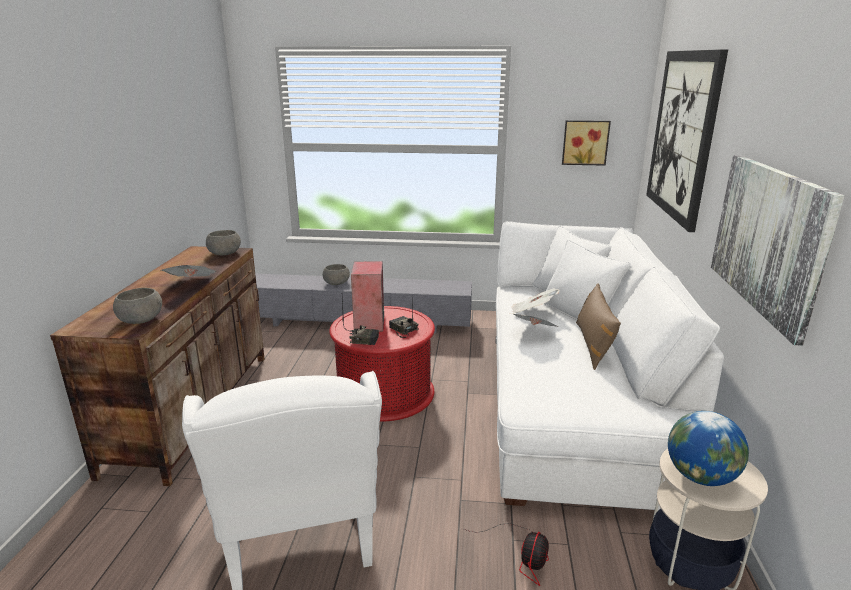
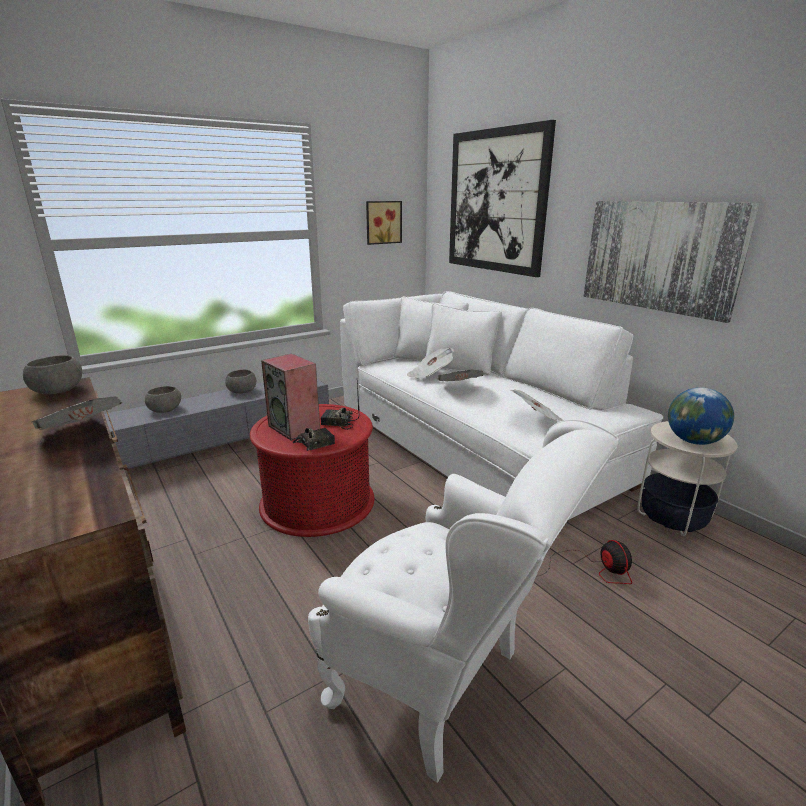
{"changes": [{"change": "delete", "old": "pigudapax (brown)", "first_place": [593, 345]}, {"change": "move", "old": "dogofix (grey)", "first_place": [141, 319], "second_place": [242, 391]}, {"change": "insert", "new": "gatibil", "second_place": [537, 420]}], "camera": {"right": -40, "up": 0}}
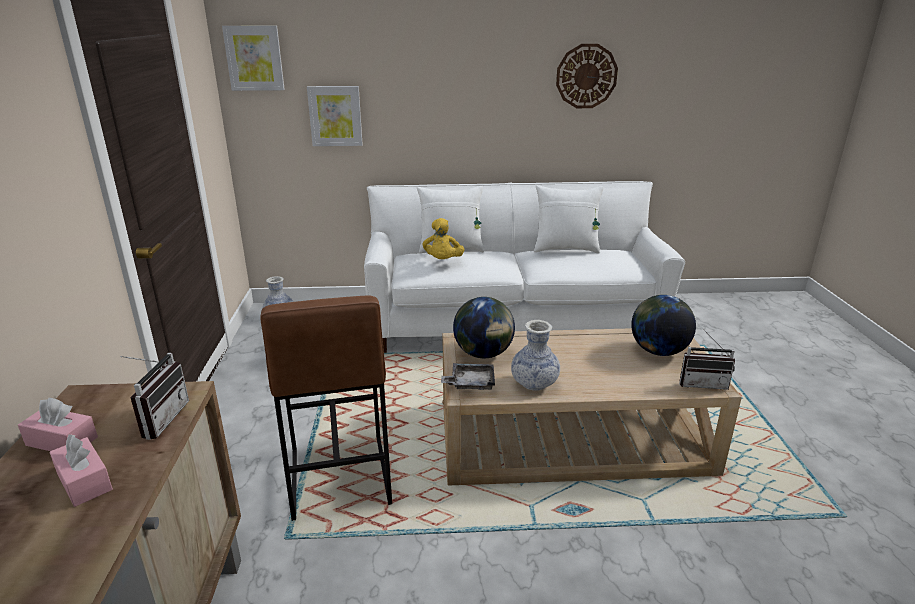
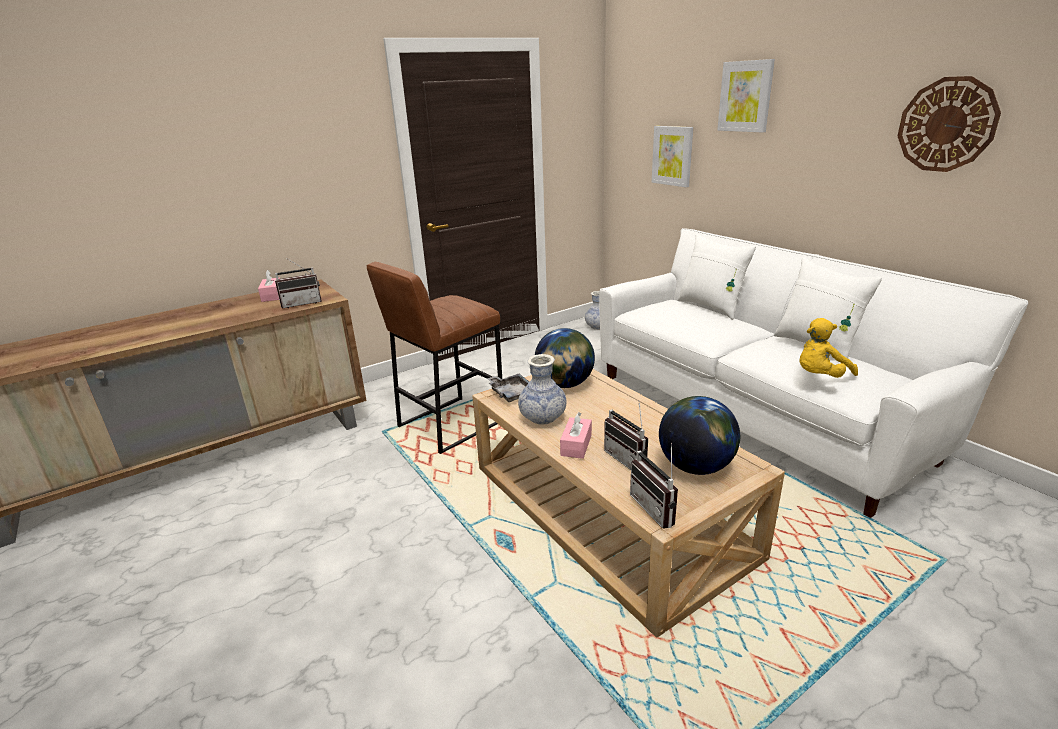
{"changes": [{"change": "move", "old": "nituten", "first_place": [254, 58], "second_place": [746, 96]}, {"change": "move", "old": "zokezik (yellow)", "first_place": [443, 261], "second_place": [820, 376]}, {"change": "move", "old": "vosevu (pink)", "first_place": [84, 481], "second_place": [576, 445]}, {"change": "insert", "new": "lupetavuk", "second_place": [630, 459]}], "camera": {"right": 60, "up": 0}}
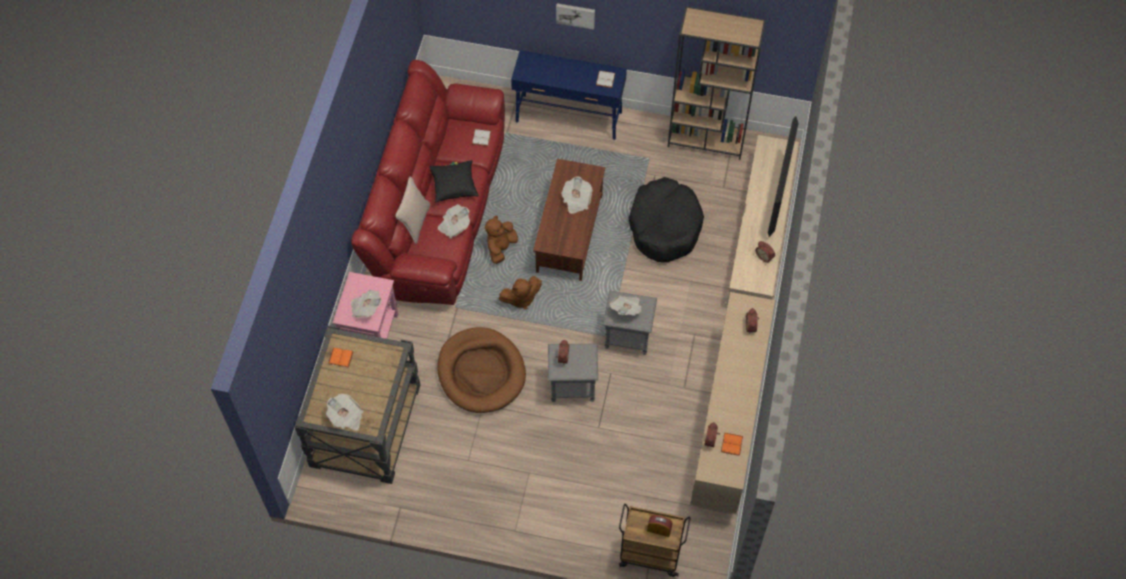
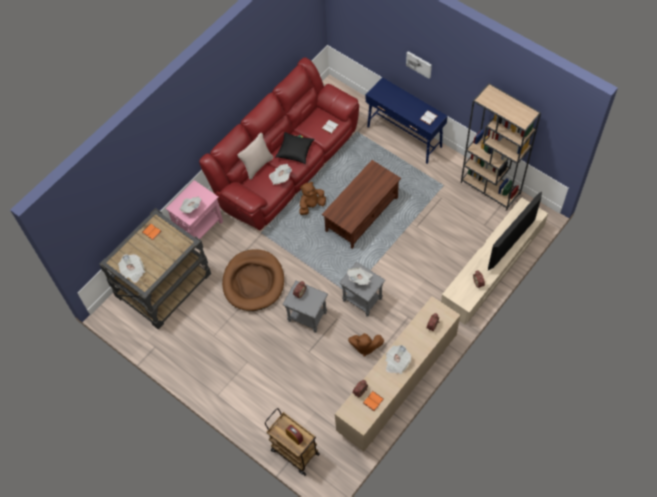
{"changes": [{"change": "move", "old": "gatibil", "first_place": [576, 200], "second_place": [396, 362]}, {"change": "delete", "old": "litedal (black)", "first_place": [664, 226]}, {"change": "move", "old": "zokezik (brown)", "first_place": [520, 298], "second_place": [365, 347]}], "camera": {"right": 30, "up": 0}}
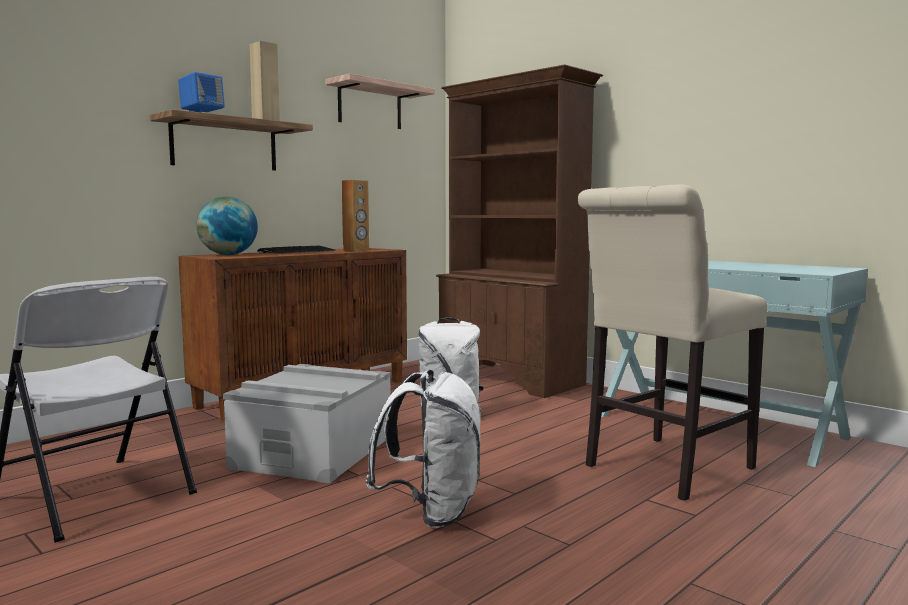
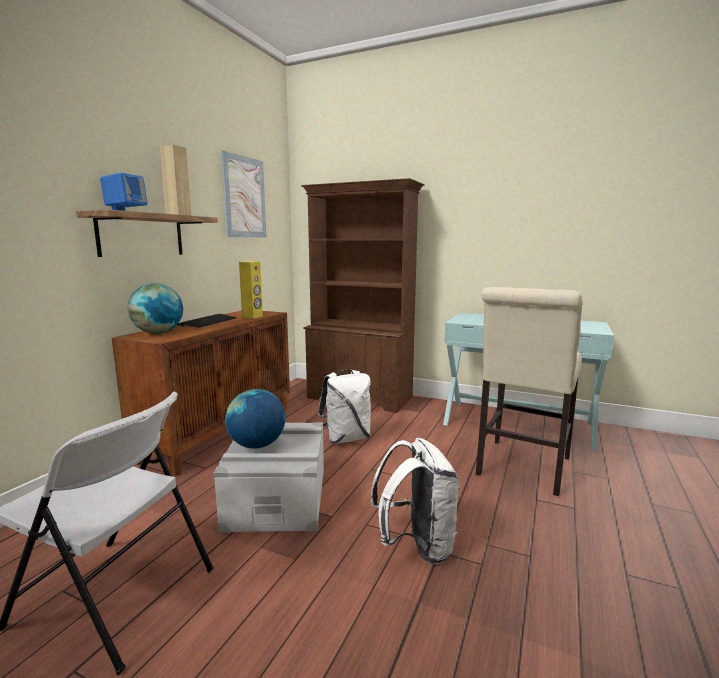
{"changes": [{"change": "replace", "old": "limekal", "new": "nituten", "first_place": [370, 106], "second_place": [244, 197]}, {"change": "recolor", "old": "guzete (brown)", "new": "guzete (yellow)", "first_place": [356, 250], "second_place": [252, 317]}, {"change": "insert", "new": "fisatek", "second_place": [257, 445]}], "camera": {"right": -20, "up": 5}}
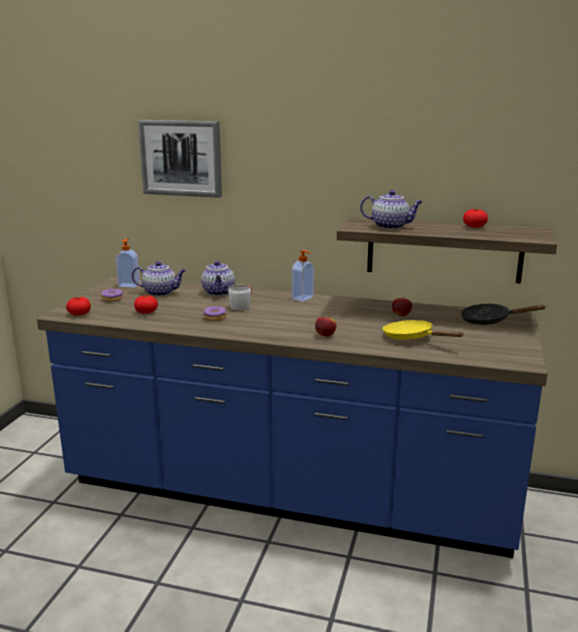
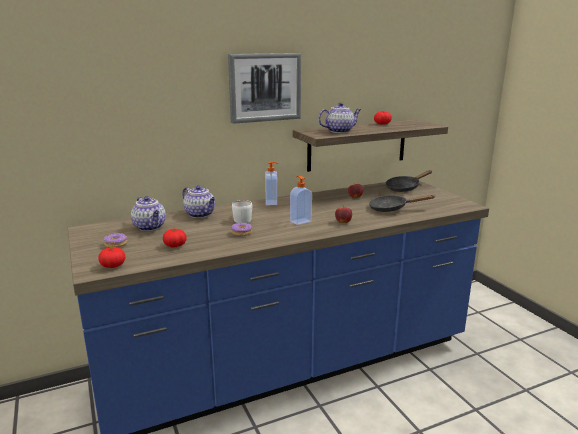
{"changes": [{"change": "move", "old": "nituten", "first_place": [181, 158], "second_place": [265, 87]}, {"change": "move", "old": "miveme", "first_place": [129, 285], "second_place": [300, 221]}, {"change": "rotate", "old": "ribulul", "first_place": [161, 292], "second_place": [150, 227], "degrees": 90}, {"change": "recolor", "old": "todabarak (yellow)", "new": "todabarak (black)", "first_place": [412, 338], "second_place": [391, 209]}], "camera": {"right": -40, "up": 0}}
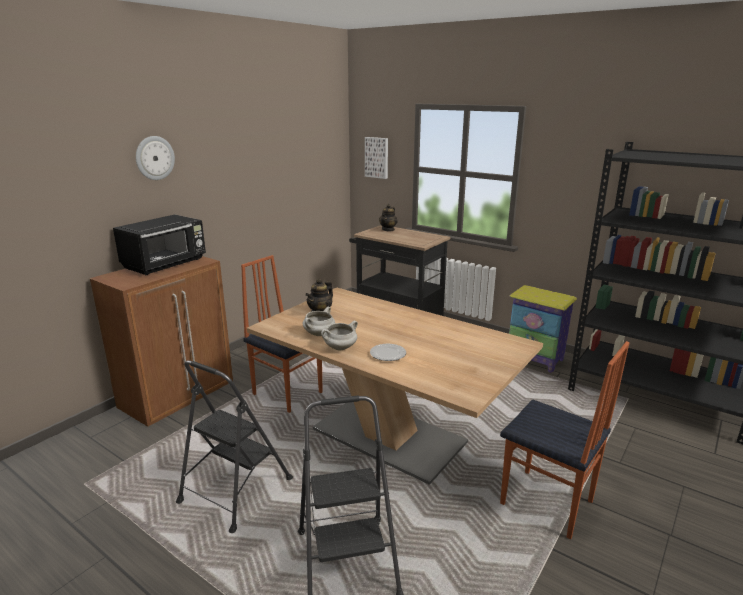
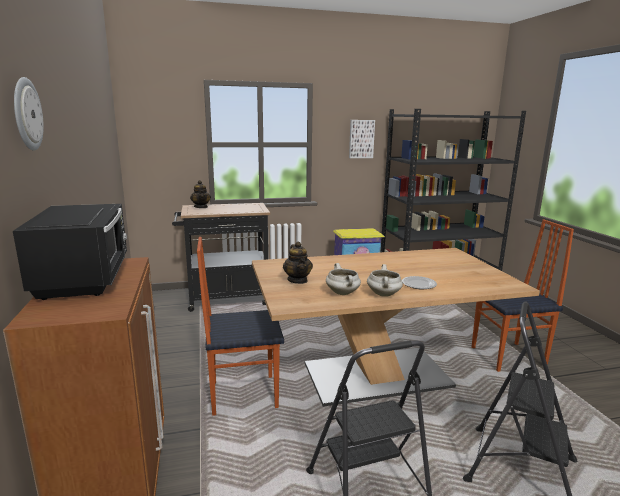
{"changes": [{"change": "move", "old": "nituten", "first_place": [377, 157], "second_place": [361, 139]}], "camera": {"right": -50, "up": -5}}
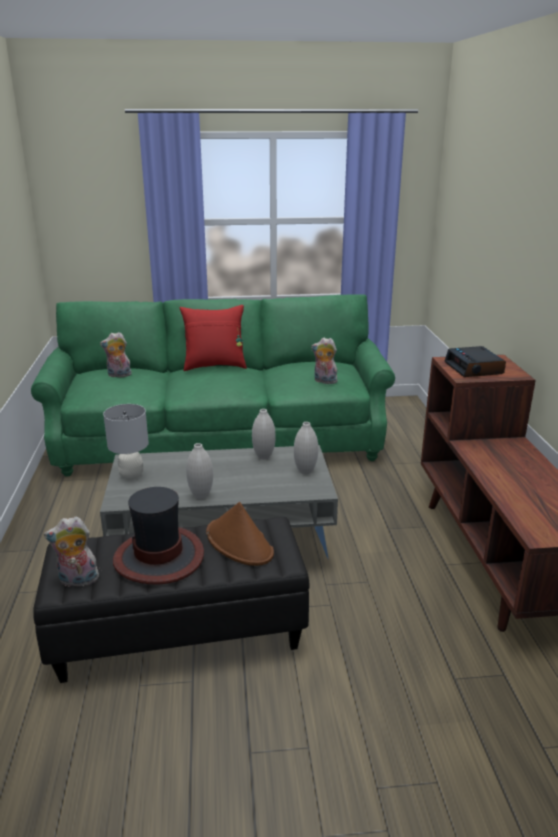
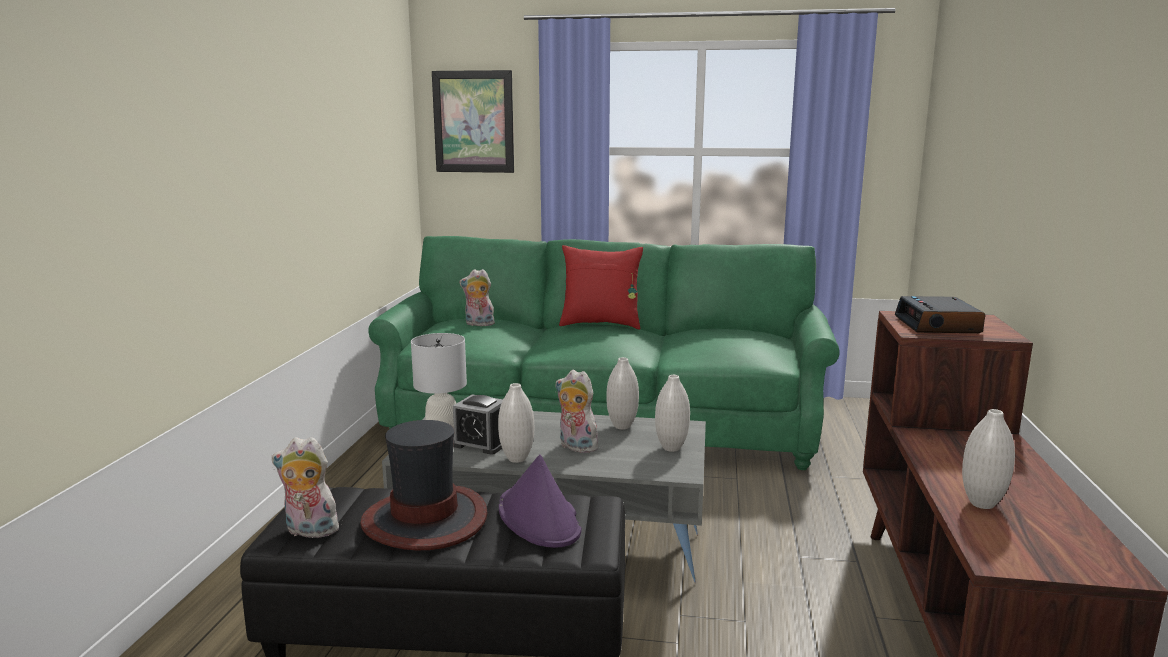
{"changes": [{"change": "move", "old": "zokezik", "first_place": [324, 381], "second_place": [575, 447]}, {"change": "recolor", "old": "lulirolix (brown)", "new": "lulirolix (purple)", "first_place": [239, 543], "second_place": [539, 518]}, {"change": "insert", "new": "nituten", "second_place": [473, 122]}, {"change": "insert", "new": "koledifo", "second_place": [481, 444]}, {"change": "insert", "new": "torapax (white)", "second_place": [982, 504]}], "camera": {"right": 15, "up": -10}}
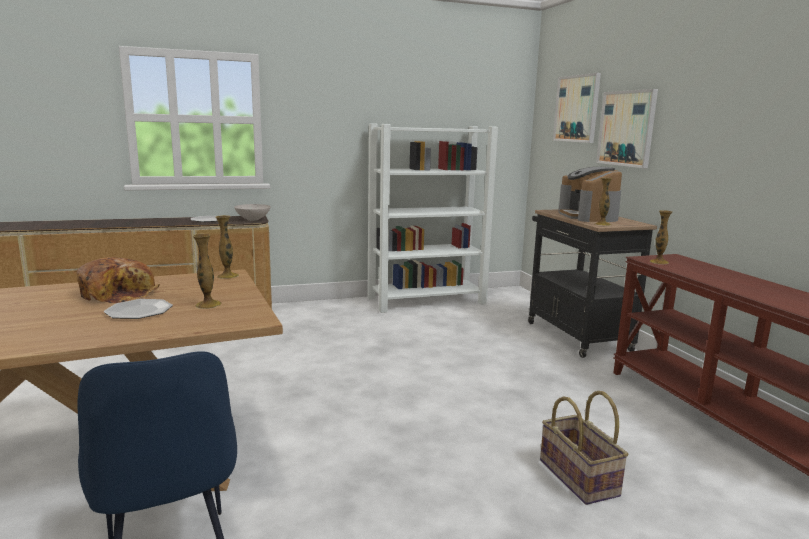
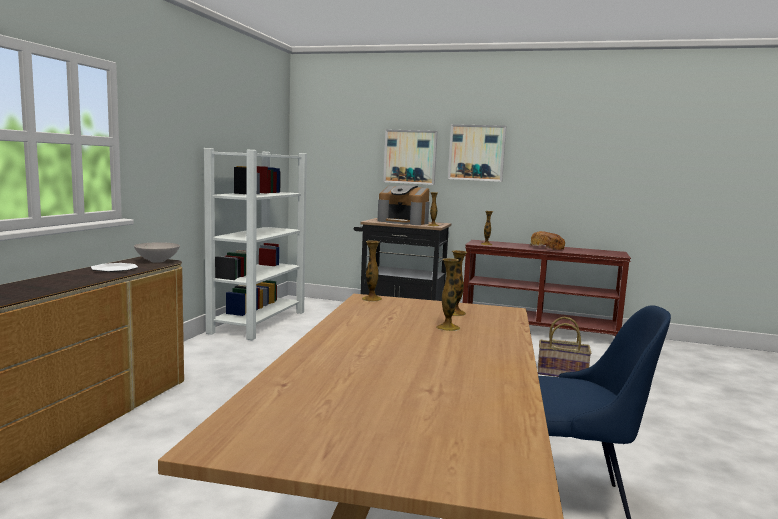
{"changes": [{"change": "move", "old": "nituten", "first_place": [577, 108], "second_place": [476, 153]}, {"change": "move", "old": "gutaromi", "first_place": [119, 293], "second_place": [547, 248]}, {"change": "replace", "old": "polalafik", "new": "torapax", "first_place": [139, 311], "second_place": [448, 328]}], "camera": {"right": -55, "up": -5}}
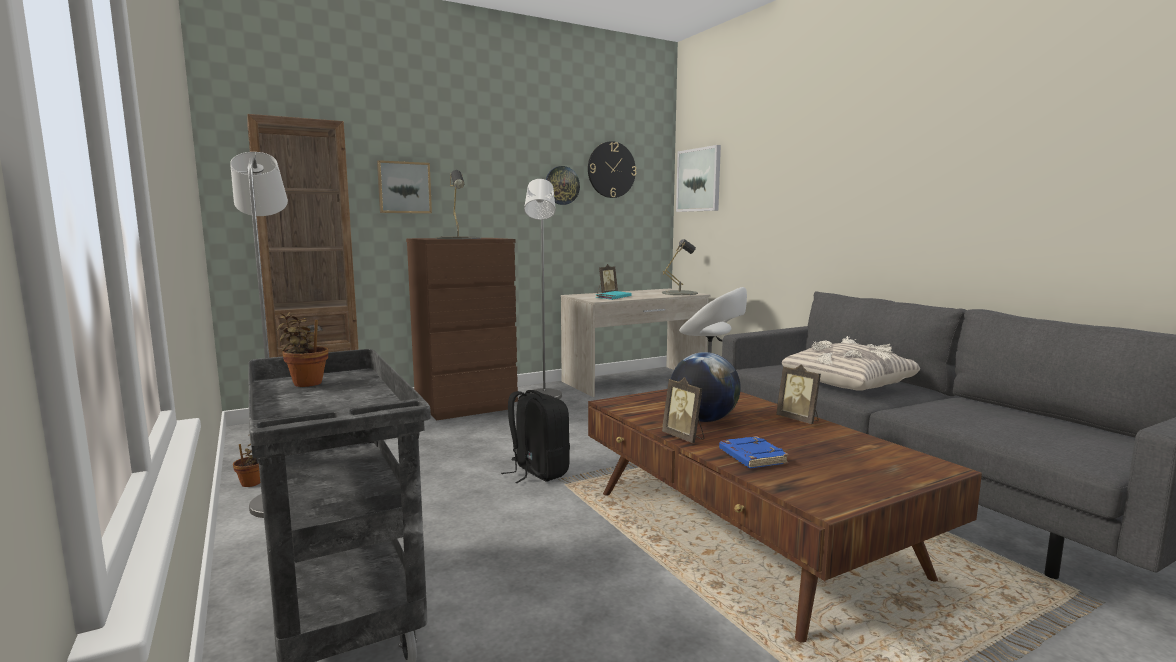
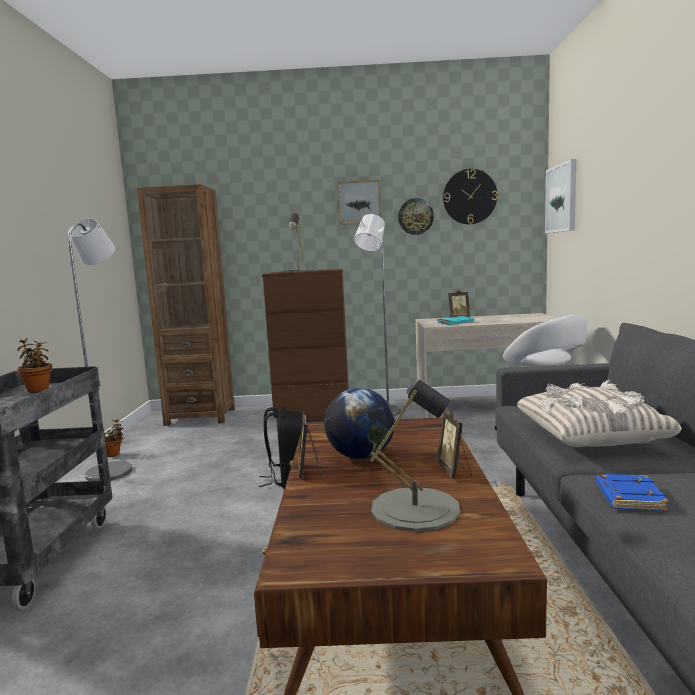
{"changes": [{"change": "move", "old": "nituten", "first_place": [404, 187], "second_place": [359, 202]}, {"change": "move", "old": "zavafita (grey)", "first_place": [679, 293], "second_place": [415, 508]}, {"change": "move", "old": "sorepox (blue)", "first_place": [751, 457], "second_place": [628, 497]}], "camera": {"right": 30, "up": 0}}
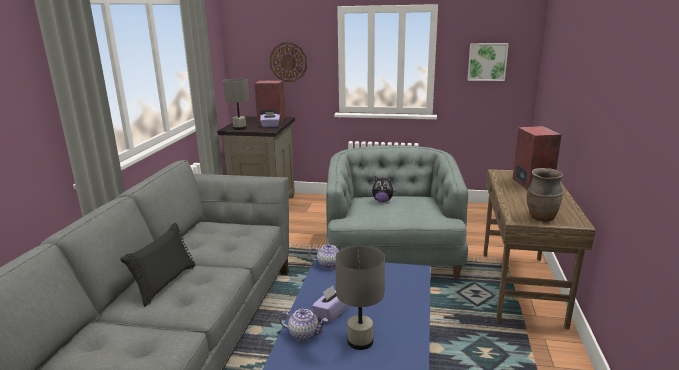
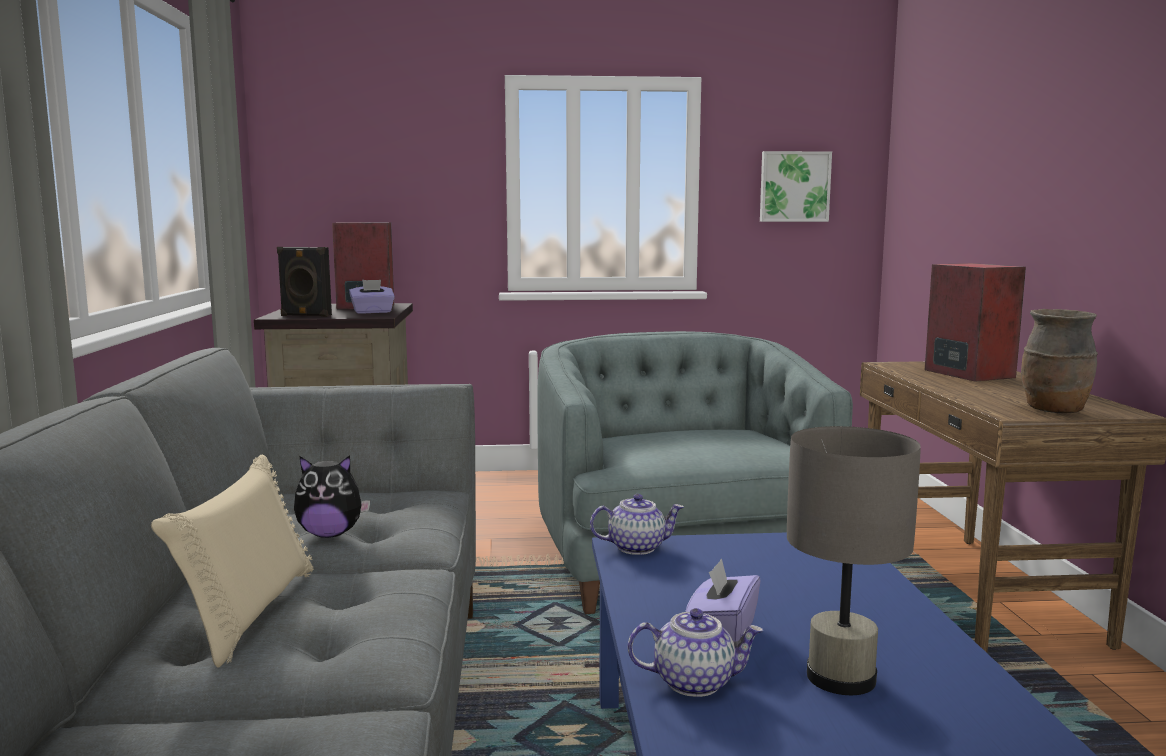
{"changes": [{"change": "delete", "old": "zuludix", "first_place": [288, 62]}, {"change": "replace", "old": "zavafita (grey)", "new": "guzete (black)", "first_place": [240, 128], "second_place": [305, 315]}, {"change": "move", "old": "zokezik", "first_place": [382, 201], "second_place": [330, 534]}, {"change": "recolor", "old": "pigudapax (black)", "new": "pigudapax (beige)", "first_place": [165, 283], "second_place": [248, 613]}], "camera": {"right": -15, "up": -10}}
